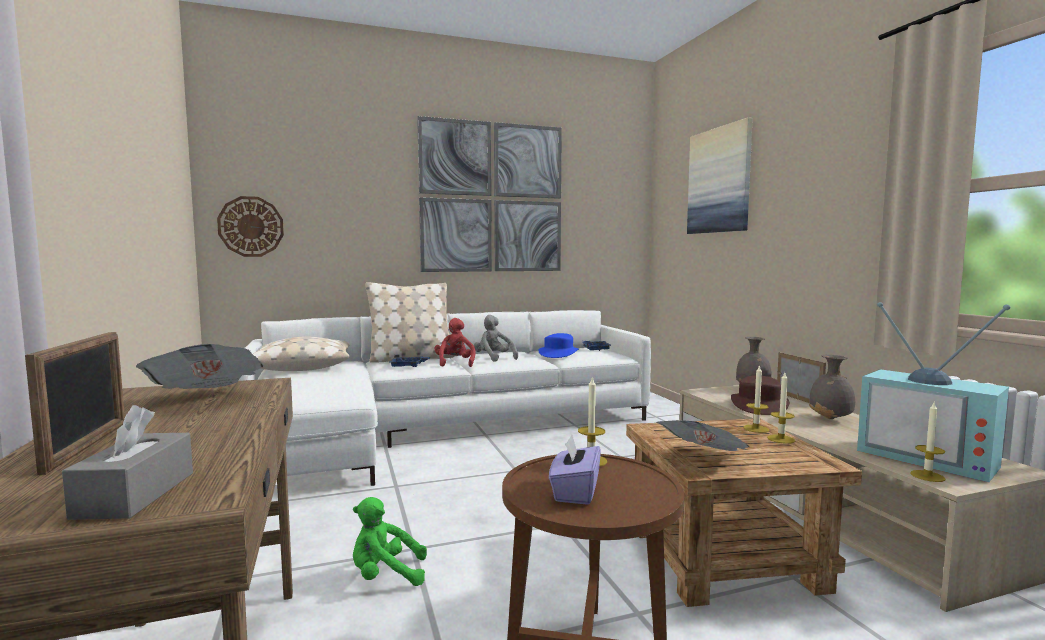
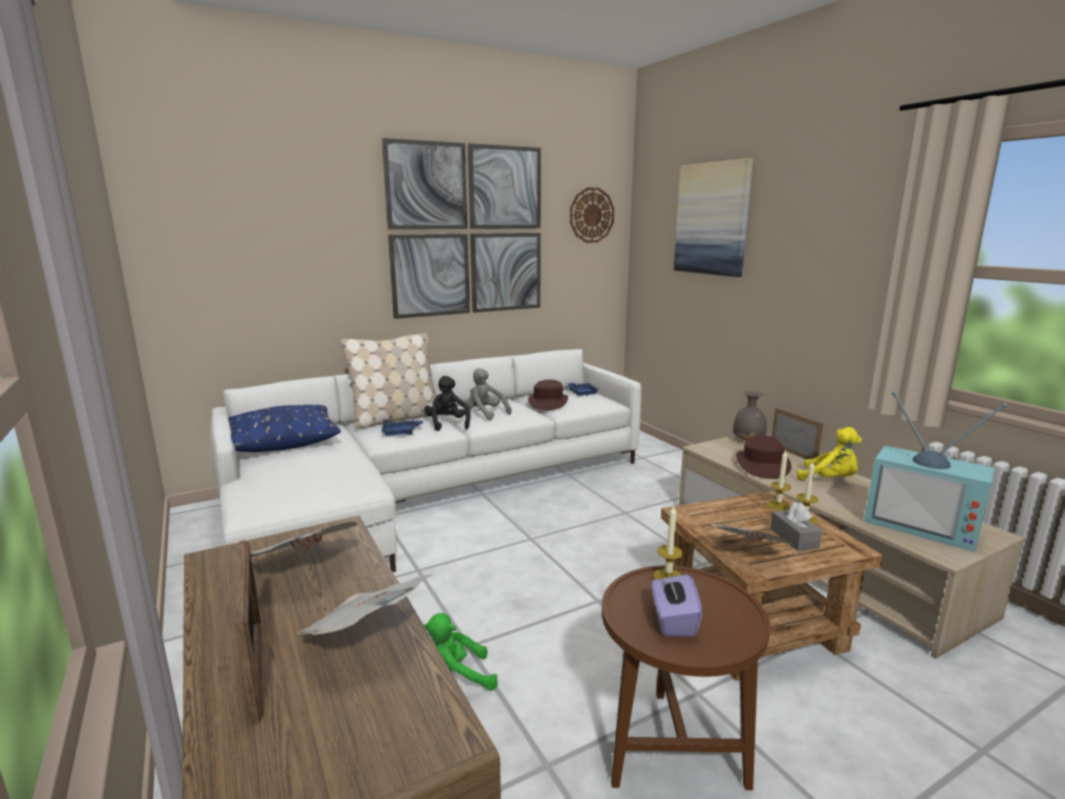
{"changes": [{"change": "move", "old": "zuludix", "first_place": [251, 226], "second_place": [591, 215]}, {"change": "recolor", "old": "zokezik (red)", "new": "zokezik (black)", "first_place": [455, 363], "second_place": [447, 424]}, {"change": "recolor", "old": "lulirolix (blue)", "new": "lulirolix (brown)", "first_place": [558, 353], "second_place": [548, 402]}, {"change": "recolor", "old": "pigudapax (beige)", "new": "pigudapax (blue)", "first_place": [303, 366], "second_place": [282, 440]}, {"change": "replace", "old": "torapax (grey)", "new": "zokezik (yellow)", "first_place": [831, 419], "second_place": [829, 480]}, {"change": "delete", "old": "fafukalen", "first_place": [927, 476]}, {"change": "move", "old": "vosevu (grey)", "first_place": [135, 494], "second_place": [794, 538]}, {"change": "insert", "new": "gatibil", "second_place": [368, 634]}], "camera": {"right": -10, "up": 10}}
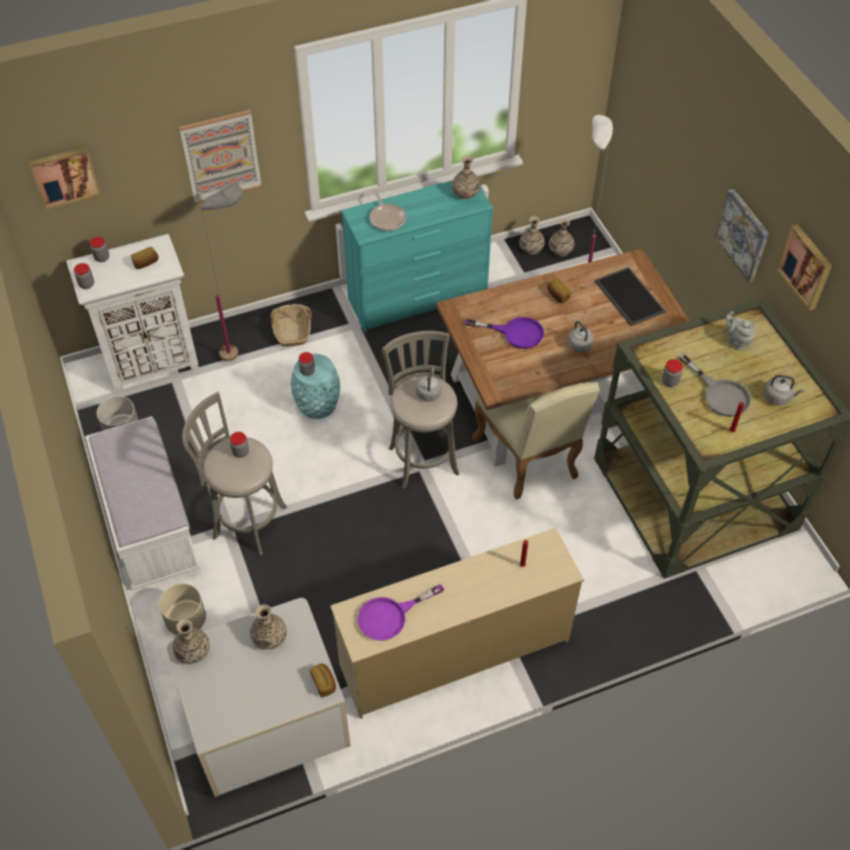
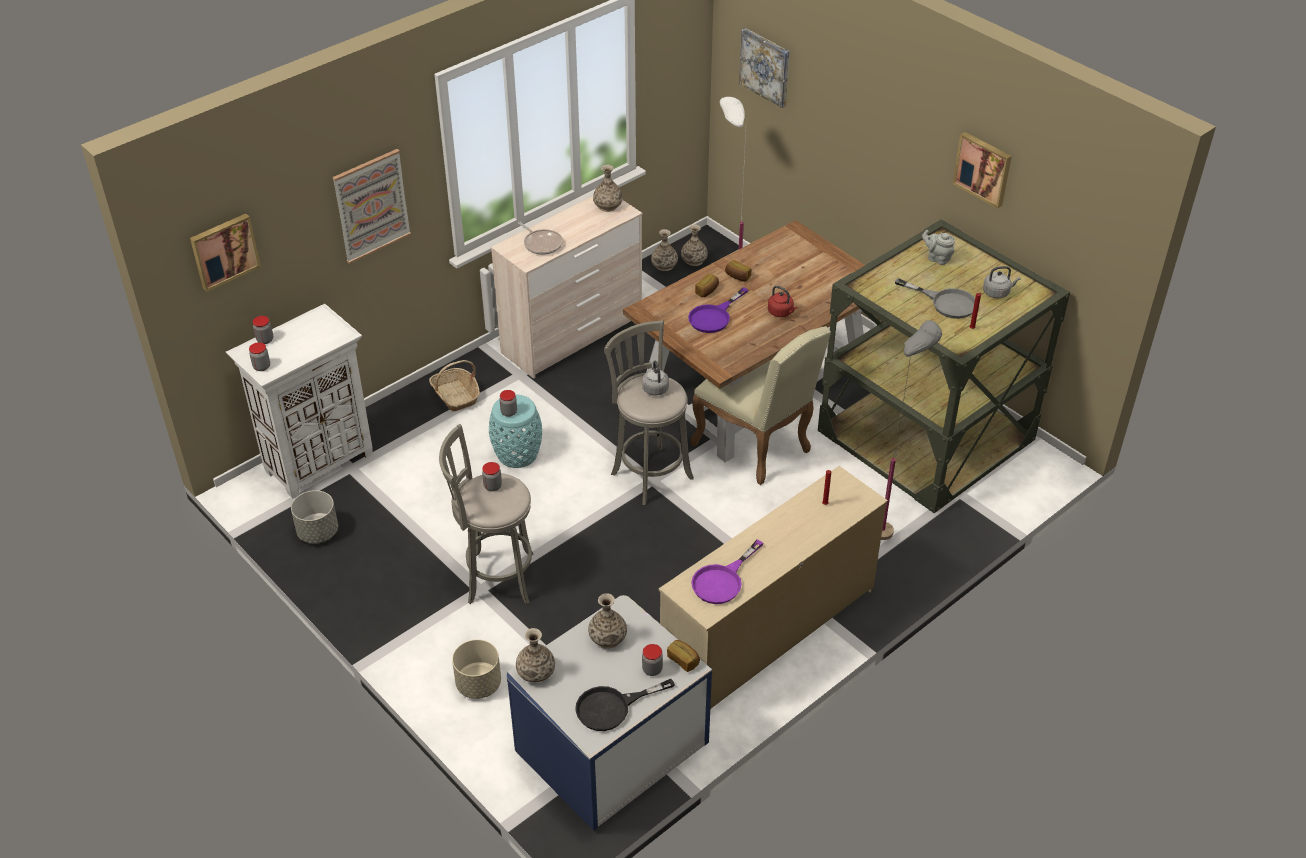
{"changes": [{"change": "recolor", "old": "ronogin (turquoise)", "new": "ronogin (beige)", "first_place": [418, 299], "second_place": [573, 336]}, {"change": "move", "old": "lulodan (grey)", "first_place": [243, 350], "second_place": [890, 525]}, {"change": "move", "old": "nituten", "first_place": [743, 235], "second_place": [765, 67]}, {"change": "move", "old": "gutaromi", "first_place": [146, 263], "second_place": [707, 291]}, {"change": "delete", "old": "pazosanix", "first_place": [628, 296]}, {"change": "rotate", "old": "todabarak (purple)", "first_place": [515, 333], "second_place": [714, 316], "degrees": 135}, {"change": "recolor", "old": "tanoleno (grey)", "new": "tanoleno (red)", "first_place": [580, 346], "second_place": [781, 312]}, {"change": "move", "old": "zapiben", "first_place": [670, 381], "second_place": [652, 669]}, {"change": "delete", "old": "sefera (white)", "first_place": [151, 527]}, {"change": "recolor", "old": "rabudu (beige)", "new": "rabudu (blue)", "first_place": [266, 721], "second_place": [610, 748]}, {"change": "insert", "new": "todabarak (black)", "second_place": [612, 707]}], "camera": {"right": -20, "up": -10}}
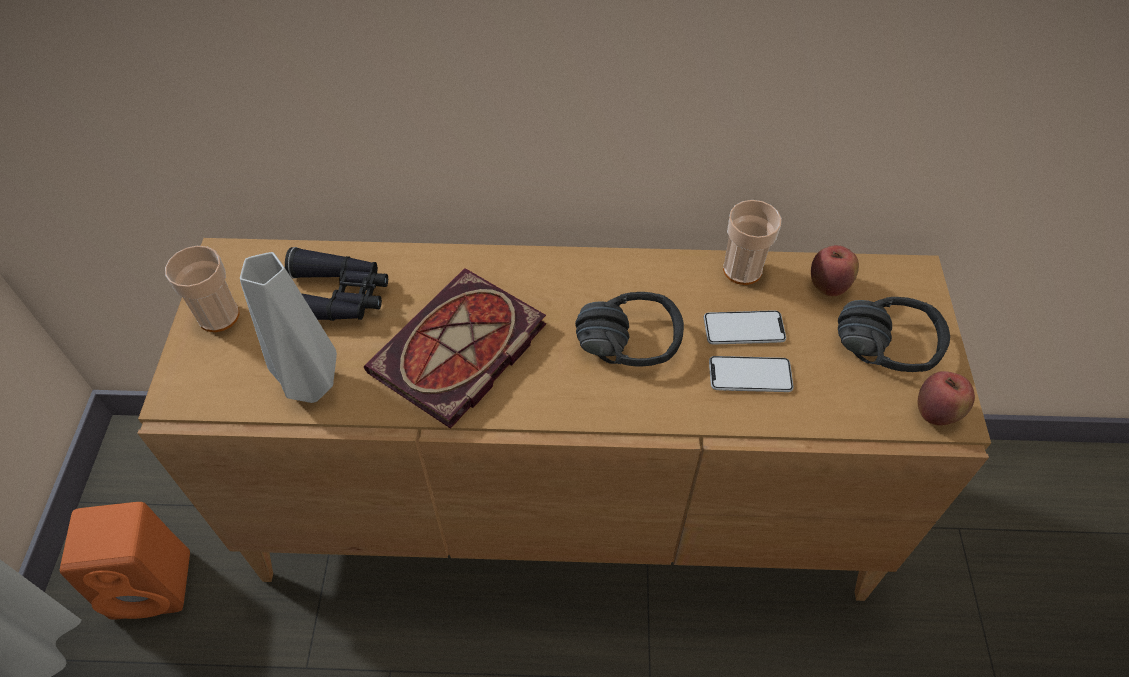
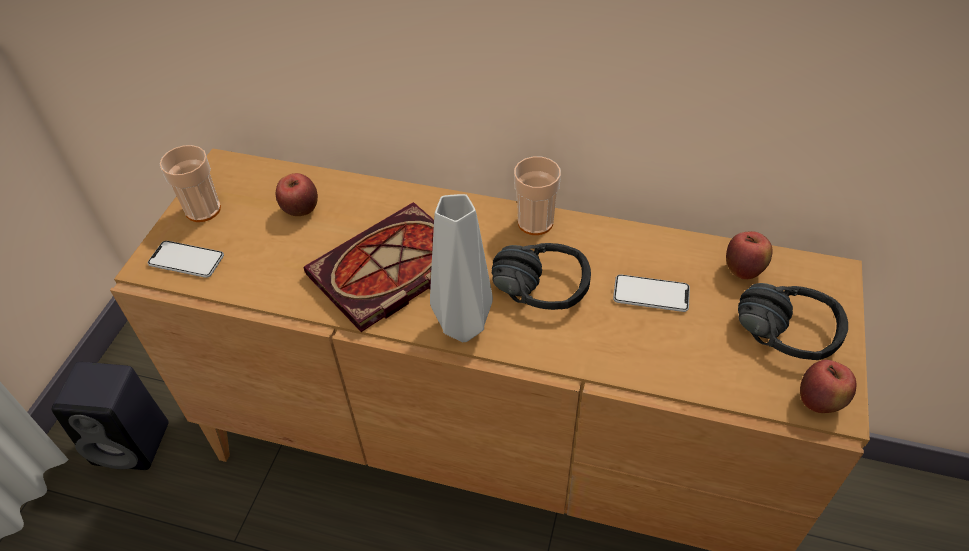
{"changes": [{"change": "move", "old": "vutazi", "first_place": [742, 270], "second_place": [535, 222]}, {"change": "replace", "old": "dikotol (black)", "new": "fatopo", "first_place": [336, 297], "second_place": [301, 210]}, {"change": "move", "old": "torapax (grey)", "first_place": [310, 382], "second_place": [463, 324]}, {"change": "move", "old": "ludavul", "first_place": [750, 375], "second_place": [186, 260]}, {"change": "recolor", "old": "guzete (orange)", "new": "guzete (black)", "first_place": [155, 583], "second_place": [134, 443]}], "camera": {"right": 15, "up": -5}}
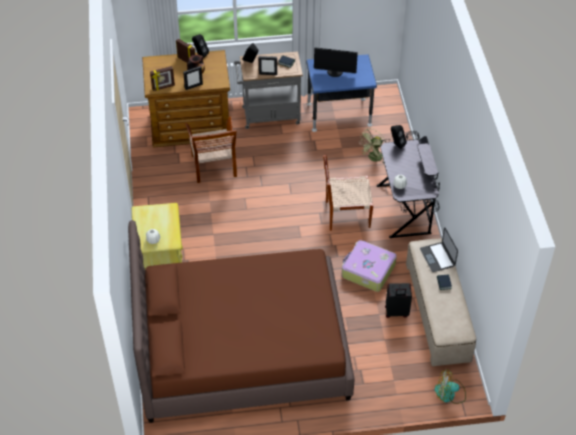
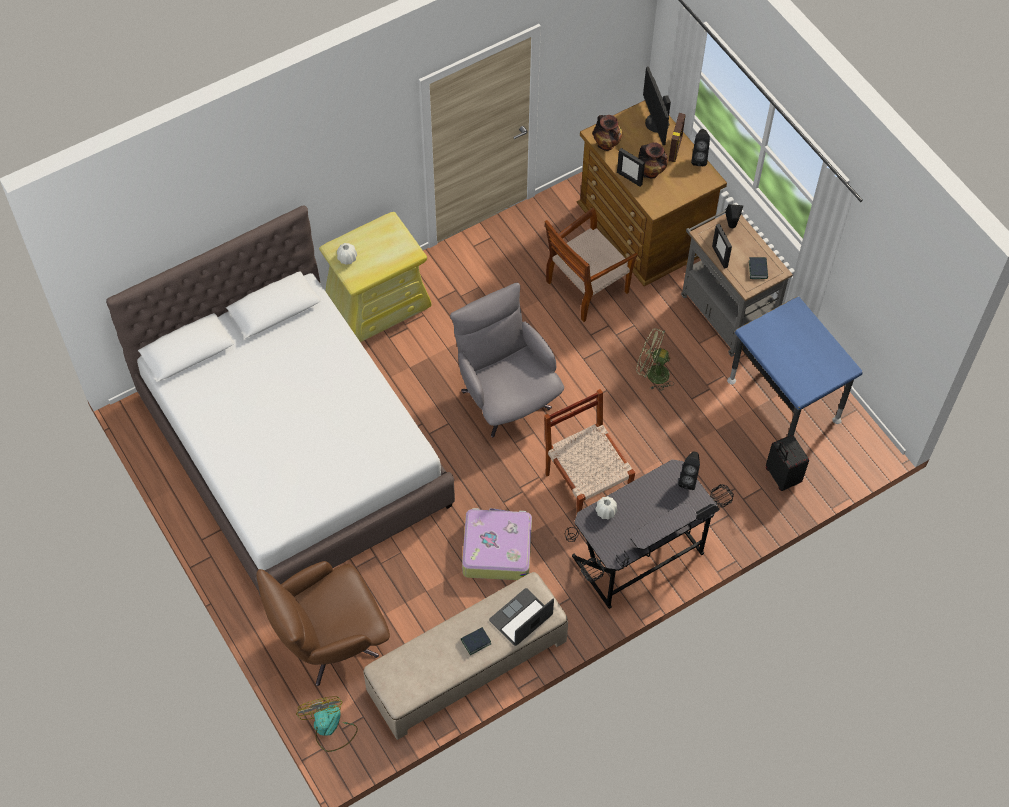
{"changes": [{"change": "move", "old": "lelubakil", "first_place": [335, 72], "second_place": [656, 123]}, {"change": "replace", "old": "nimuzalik", "new": "torapax", "first_place": [163, 87], "second_place": [606, 145]}, {"change": "move", "old": "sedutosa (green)", "first_place": [373, 158], "second_place": [652, 374]}, {"change": "recolor", "old": "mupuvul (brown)", "new": "mupuvul (white)", "first_place": [242, 348], "second_place": [294, 449]}, {"change": "move", "old": "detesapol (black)", "first_place": [396, 312], "second_place": [781, 477]}, {"change": "insert", "new": "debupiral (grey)", "second_place": [505, 399]}, {"change": "insert", "new": "debupiral (brown)", "second_place": [331, 641]}], "camera": {"right": 65, "up": 10}}
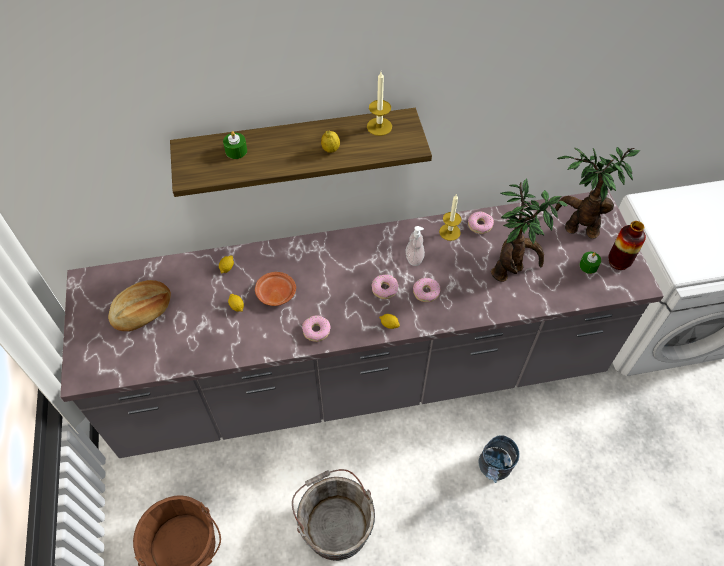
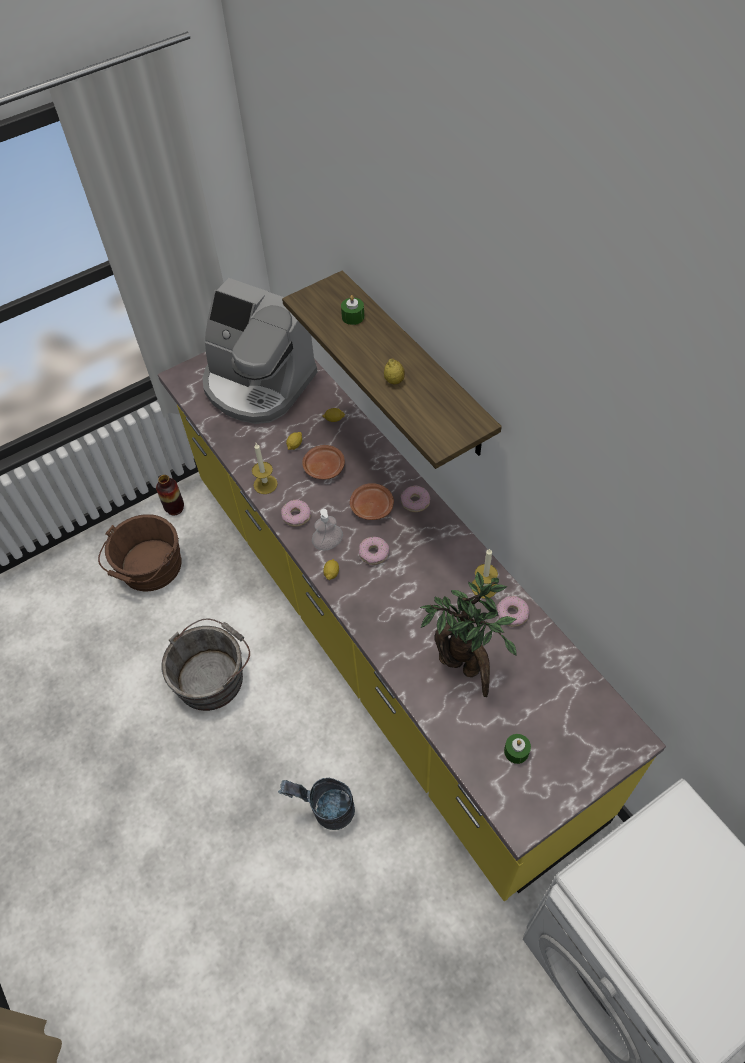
{"changes": [{"change": "move", "old": "fafukalen", "first_place": [379, 126], "second_place": [265, 484]}, {"change": "delete", "old": "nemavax", "first_place": [577, 227]}, {"change": "recolor", "old": "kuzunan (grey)", "new": "kuzunan (yellow)", "first_place": [362, 375], "second_place": [379, 637]}, {"change": "move", "old": "torapax", "first_place": [618, 262], "second_place": [175, 508]}, {"change": "move", "old": "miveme", "first_place": [414, 258], "second_place": [328, 544]}, {"change": "move", "old": "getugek", "first_place": [426, 292], "second_place": [415, 502]}, {"change": "replace", "old": "gutaromi", "new": "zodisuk", "first_place": [143, 312], "second_place": [257, 385]}, {"change": "insert", "new": "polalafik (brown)", "second_place": [371, 506]}], "camera": {"right": 70, "up": 0}}
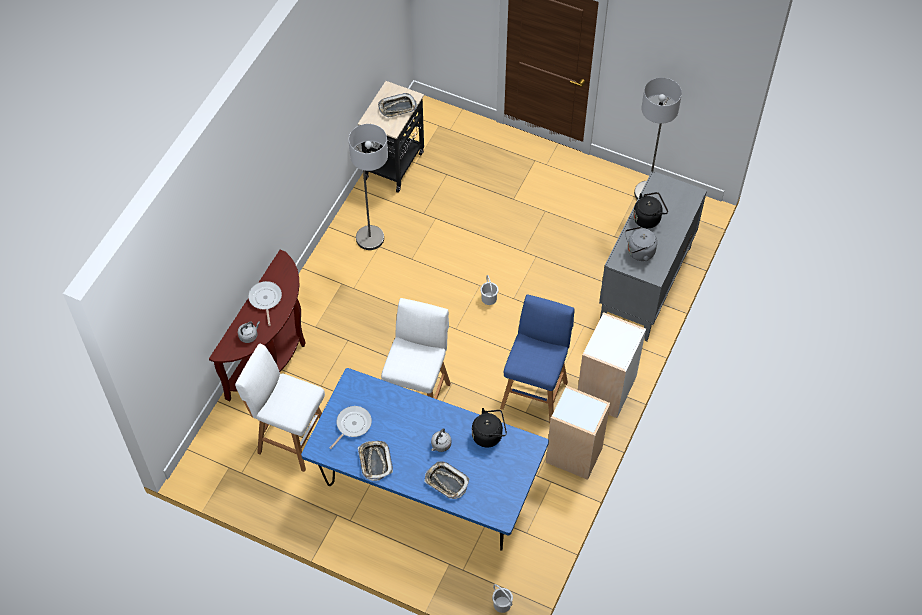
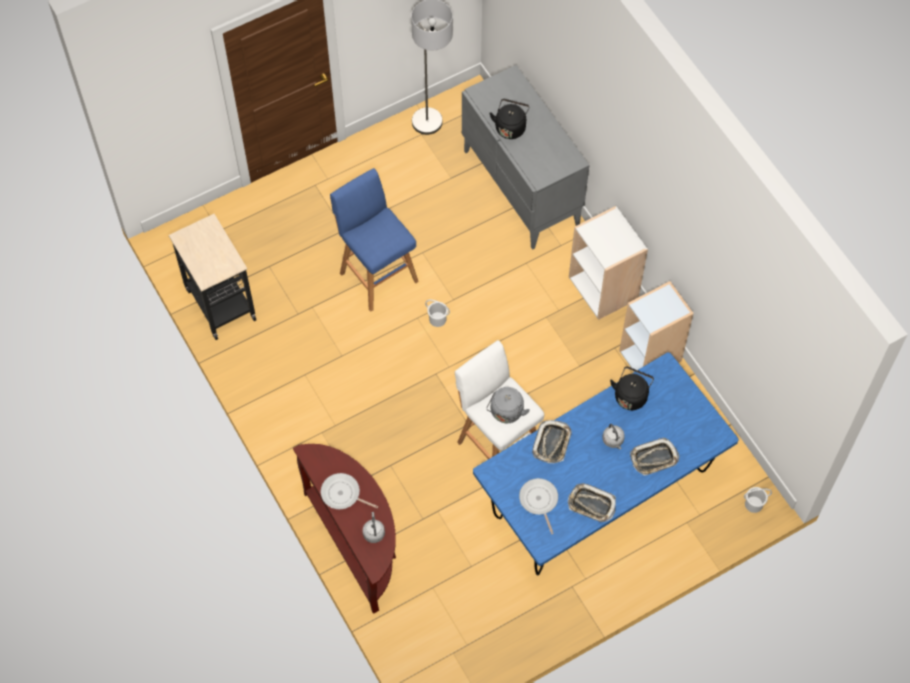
{"changes": [{"change": "move", "old": "pazosanix", "first_place": [397, 108], "second_place": [552, 443]}, {"change": "delete", "old": "lulodan (grey)", "first_place": [374, 244]}, {"change": "move", "old": "tanoleno (grey)", "first_place": [639, 252], "second_place": [506, 413]}, {"change": "move", "old": "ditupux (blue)", "first_place": [535, 393], "second_place": [377, 275]}, {"change": "delete", "old": "ditupux (white)", "first_place": [290, 438]}], "camera": {"right": -55, "up": 5}}
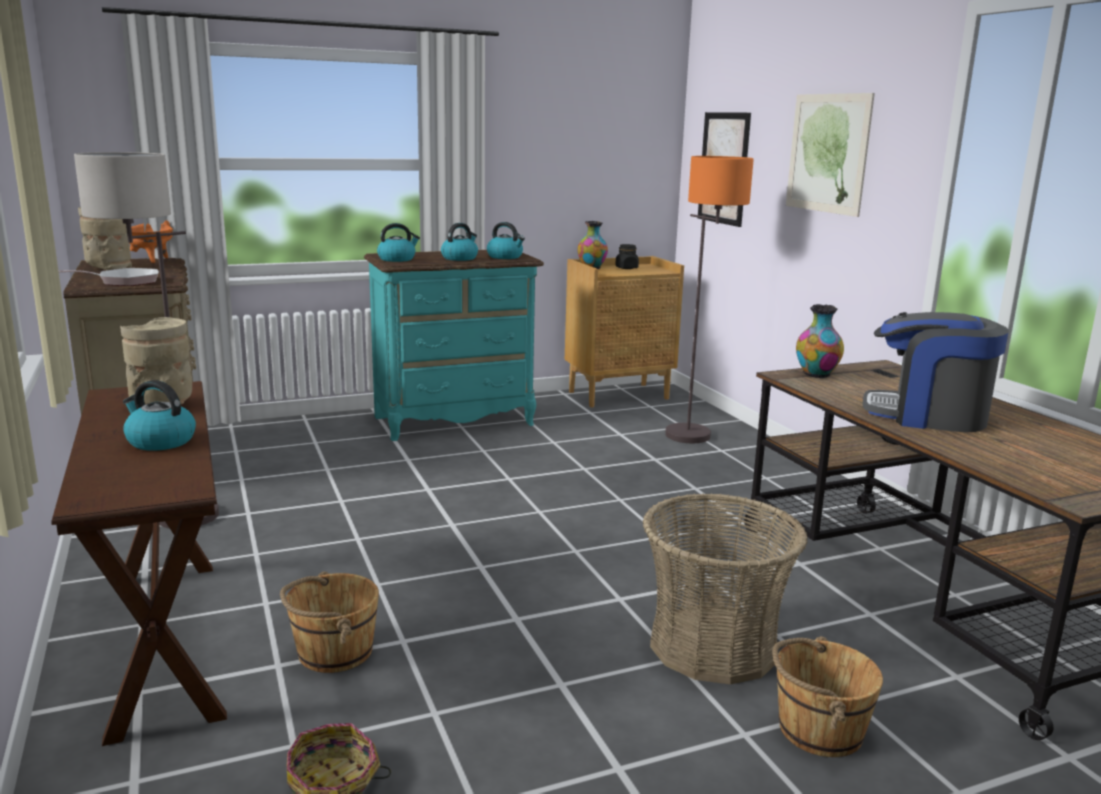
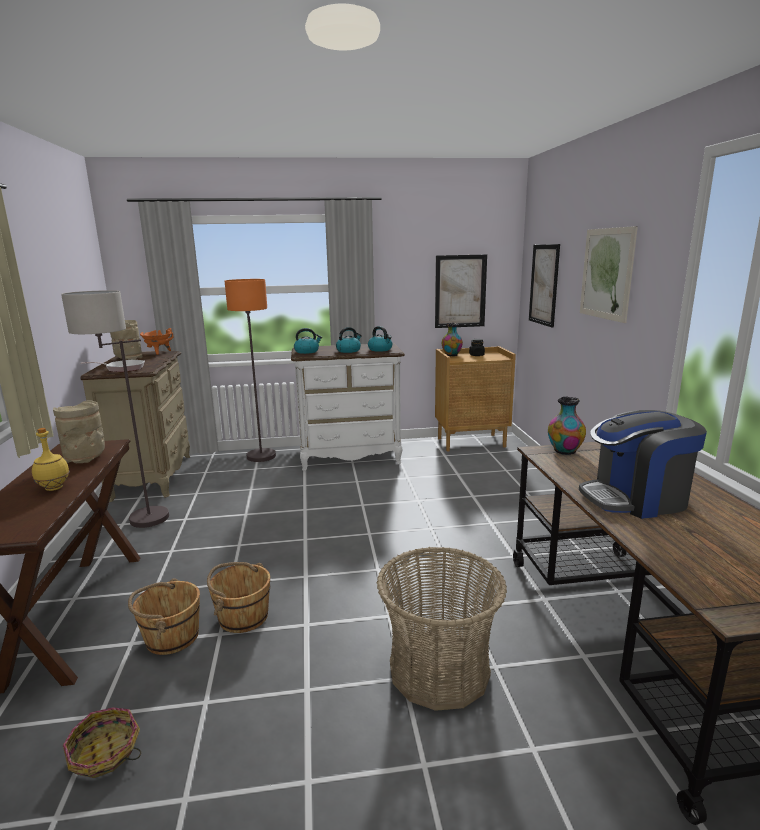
{"changes": [{"change": "move", "old": "lulodan (orange)", "first_place": [696, 440], "second_place": [261, 459]}, {"change": "recolor", "old": "ronogin (turquoise)", "new": "ronogin (white)", "first_place": [455, 422], "second_place": [350, 458]}, {"change": "rotate", "old": "zodisuk", "first_place": [927, 416], "second_place": [636, 499], "degrees": -45}, {"change": "replace", "old": "tanoleno", "new": "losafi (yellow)", "first_place": [160, 441], "second_place": [54, 488]}, {"change": "move", "old": "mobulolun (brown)", "first_place": [818, 729], "second_place": [242, 616]}, {"change": "insert", "new": "nituten", "second_place": [460, 291]}], "camera": {"right": 15, "up": 0}}
